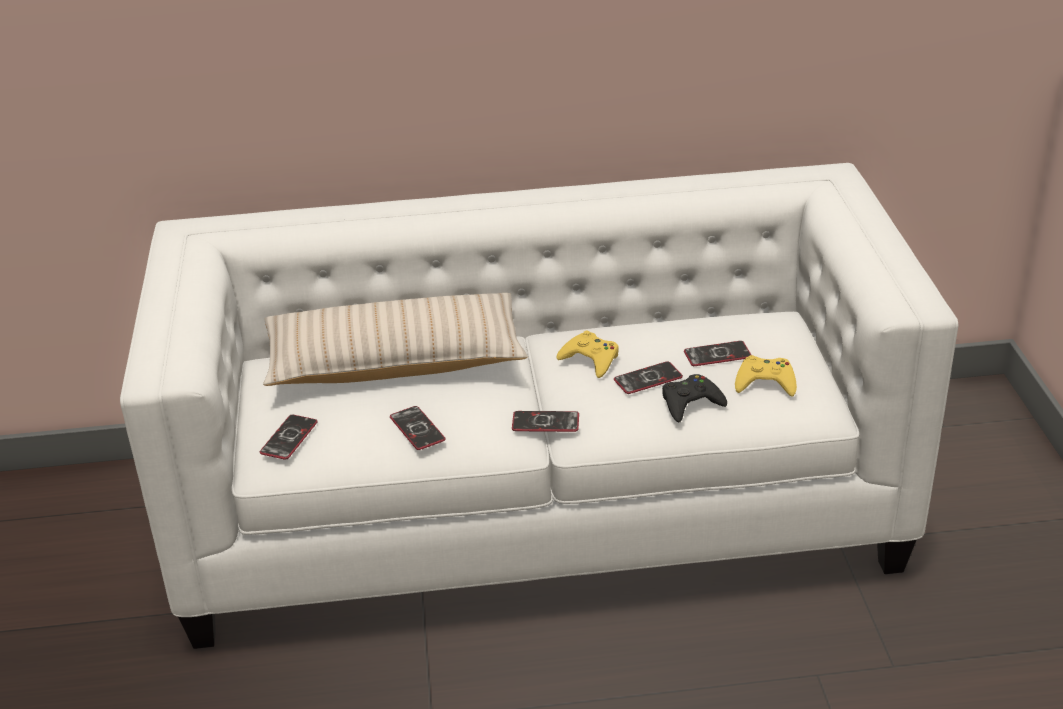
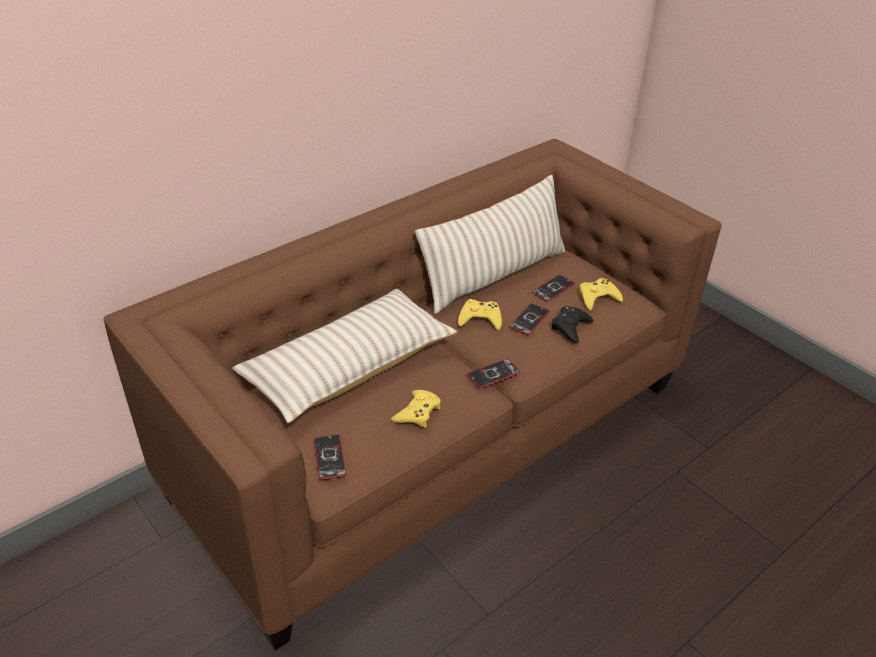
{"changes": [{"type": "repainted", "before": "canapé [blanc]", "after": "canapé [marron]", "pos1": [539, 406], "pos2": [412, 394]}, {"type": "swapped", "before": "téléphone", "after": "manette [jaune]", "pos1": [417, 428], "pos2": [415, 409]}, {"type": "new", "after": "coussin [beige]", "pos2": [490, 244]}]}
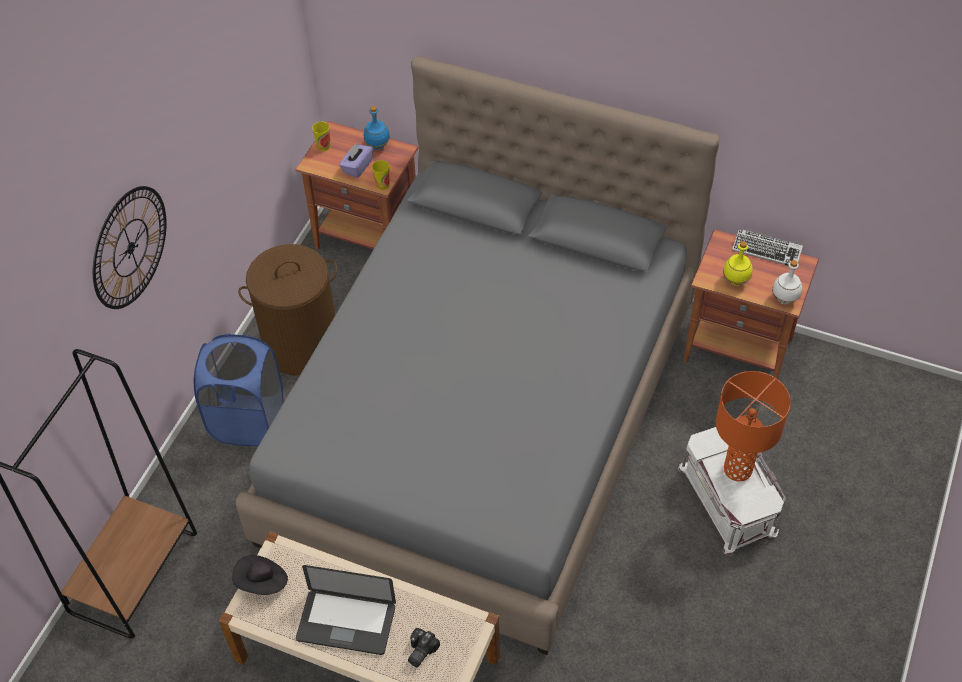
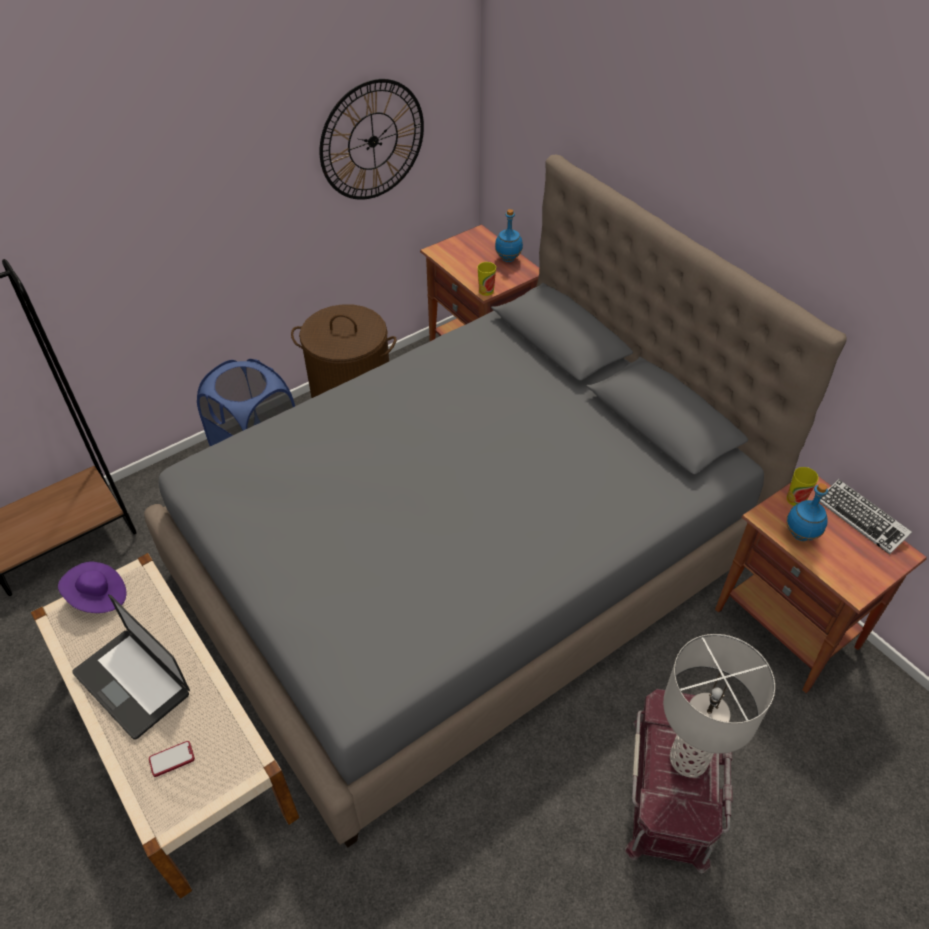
{"changes": [{"type": "shifted", "before": "tasse", "pos1": [321, 136], "pos2": [803, 486]}, {"type": "gone", "before": "boîte à mouchoirs [violet]", "pos1": [356, 161]}, {"type": "shifted", "before": "horloge murale", "pos1": [130, 247], "pos2": [372, 139]}, {"type": "repainted", "before": "bouteille [jaune]", "after": "bouteille [bleu]", "pos1": [738, 263], "pos2": [807, 512]}, {"type": "gone", "before": "bouteille [blanc]", "pos1": [787, 282]}, {"type": "repainted", "before": "lampe de table [orange]", "after": "lampe de table [blanc]", "pos1": [753, 426], "pos2": [719, 706]}, {"type": "repainted", "before": "boîte de rangement [blanc]", "after": "boîte de rangement [rouge]", "pos1": [732, 491], "pos2": [679, 781]}, {"type": "repainted", "before": "chapeau [noir]", "after": "chapeau [violet]", "pos1": [260, 575], "pos2": [92, 587]}, {"type": "swapped", "before": "appareil photo", "after": "téléphone", "pos1": [424, 647], "pos2": [172, 759]}]}
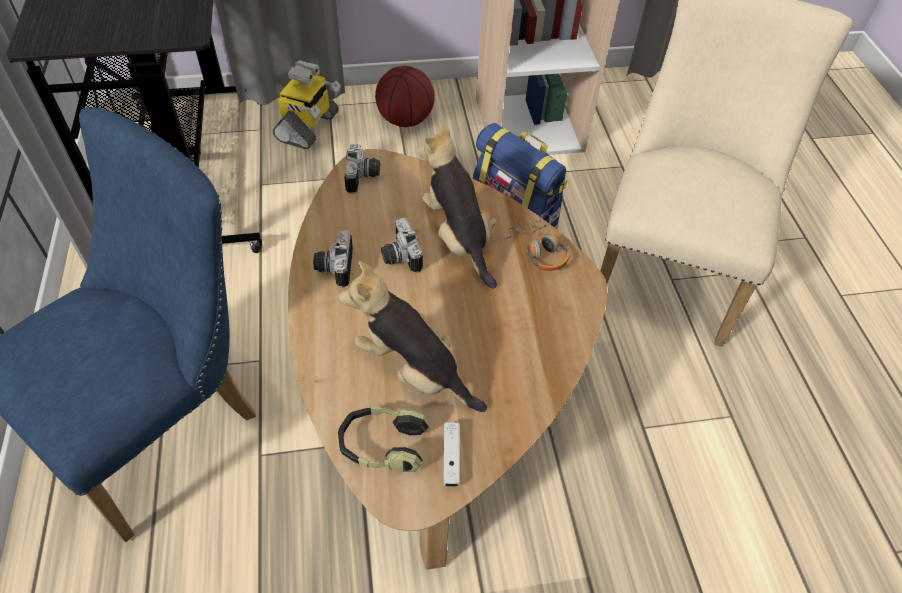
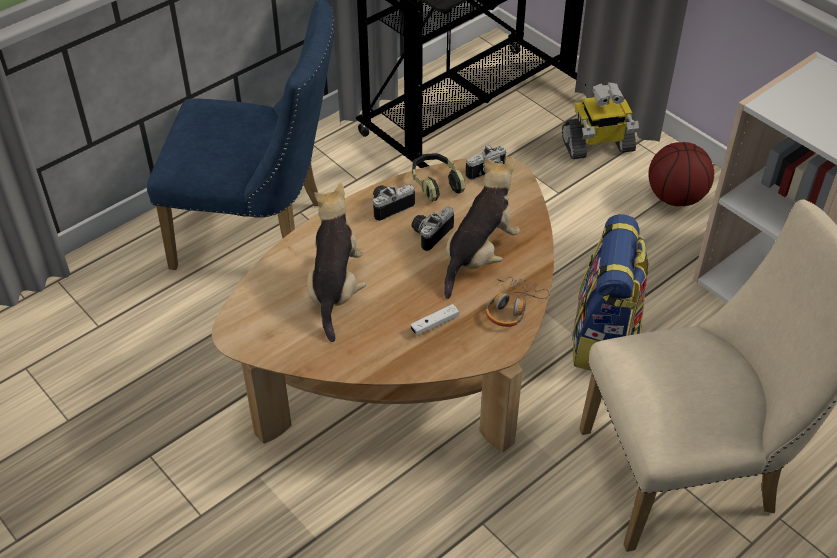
{"changes": [{"type": "shifted", "before": "casque audio", "pos1": [383, 439], "pos2": [438, 177]}, {"type": "shifted", "before": "manette [blanc]", "pos1": [451, 454], "pos2": [434, 319]}]}
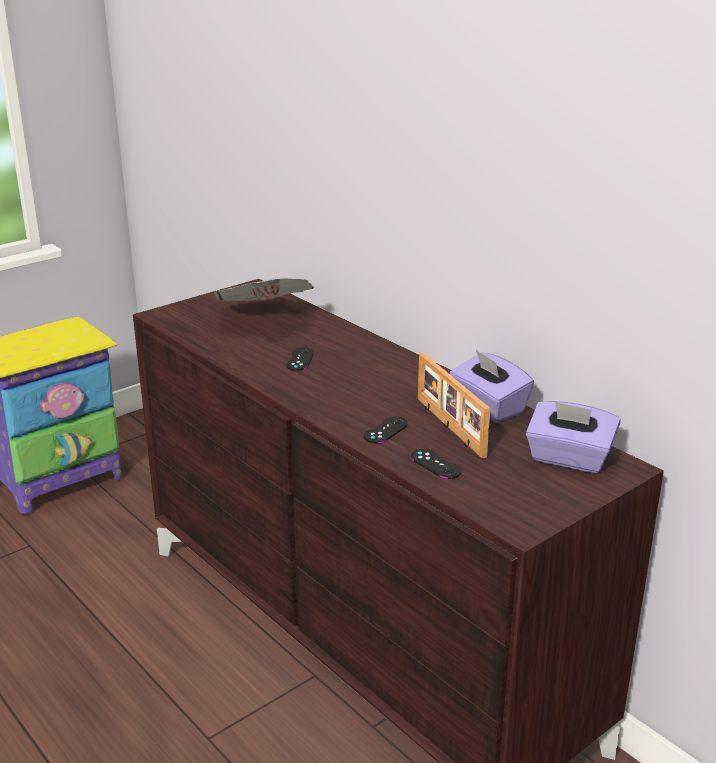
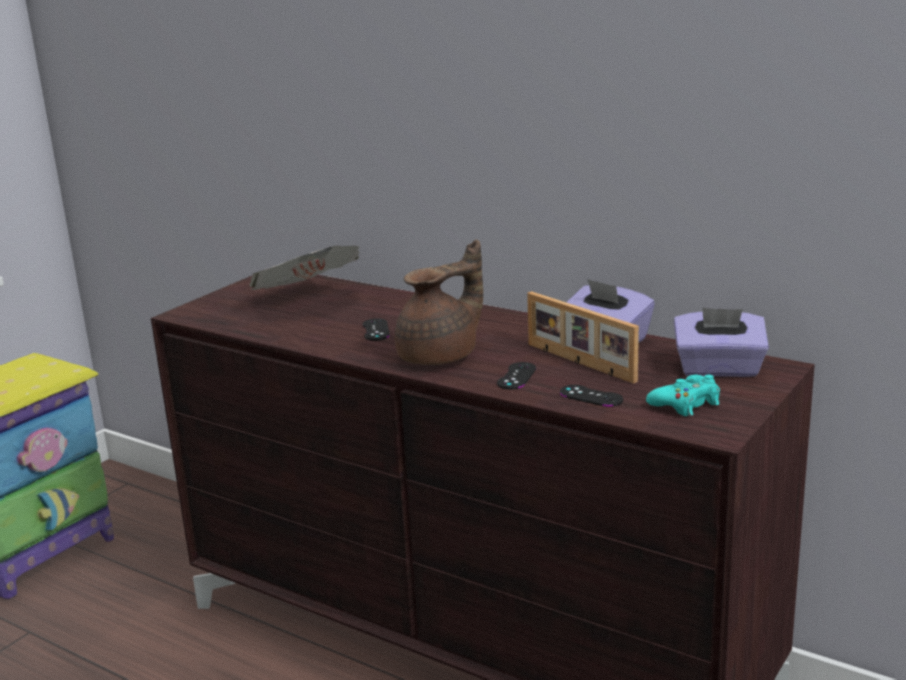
{"changes": [{"type": "new", "after": "théière [marron]", "pos2": [439, 302]}, {"type": "new", "after": "manette [turquoise]", "pos2": [683, 395]}]}
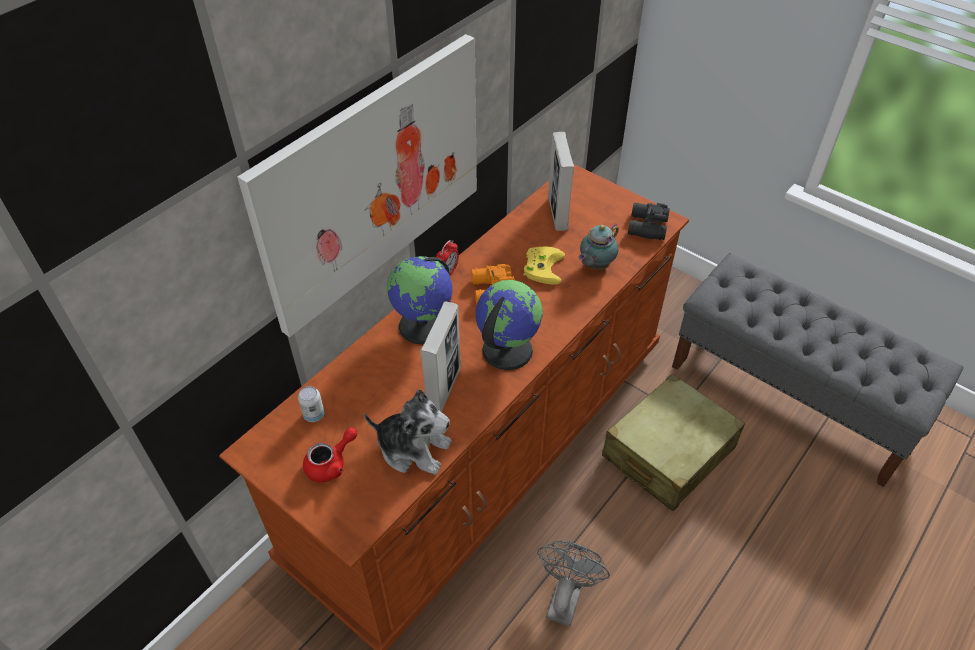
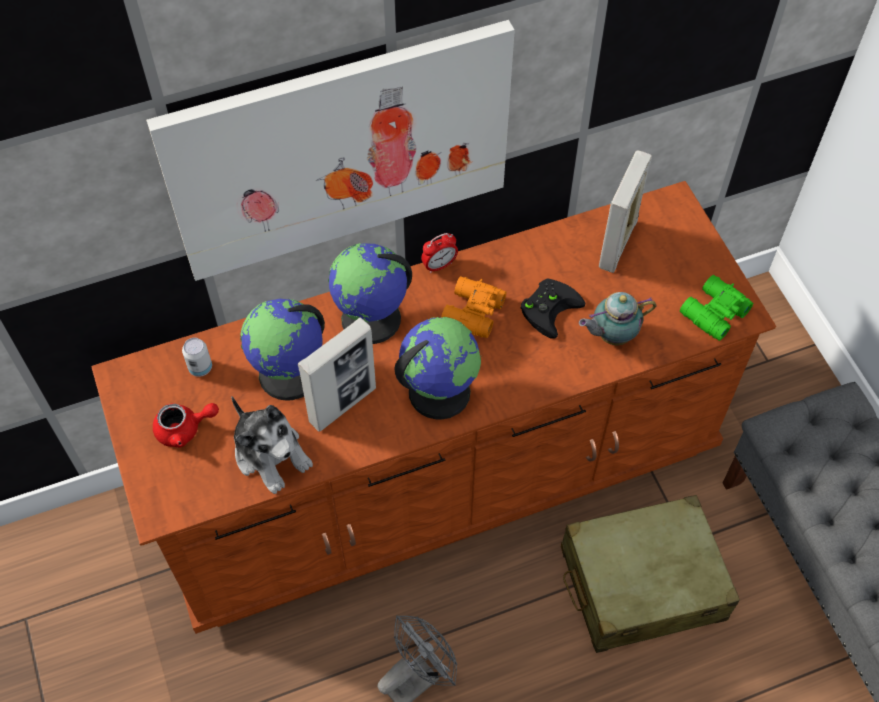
{"changes": [{"type": "repainted", "before": "jumelles [noir]", "after": "jumelles [vert]", "pos1": [649, 221], "pos2": [716, 308]}, {"type": "repainted", "before": "manette [jaune]", "after": "manette [noir]", "pos1": [544, 266], "pos2": [553, 308]}, {"type": "new", "after": "globe", "pos2": [282, 350]}]}
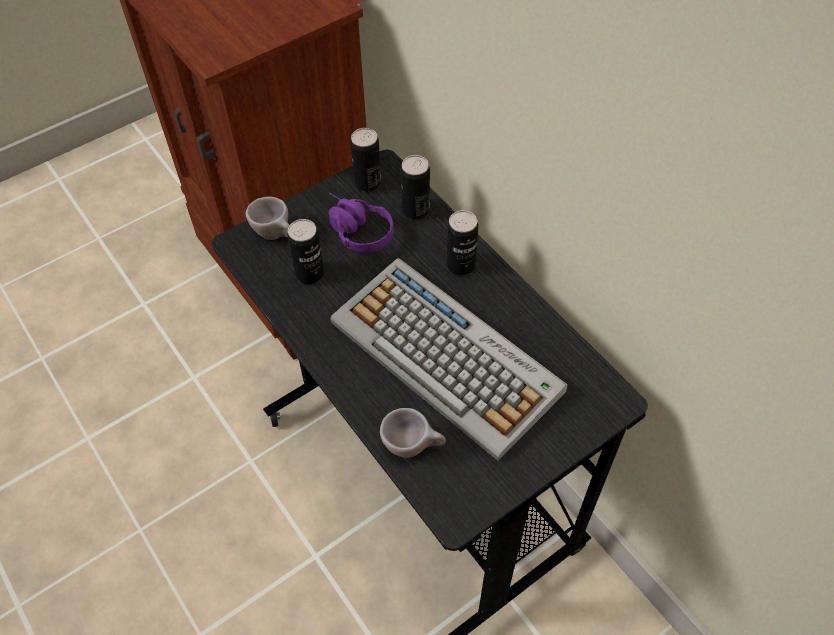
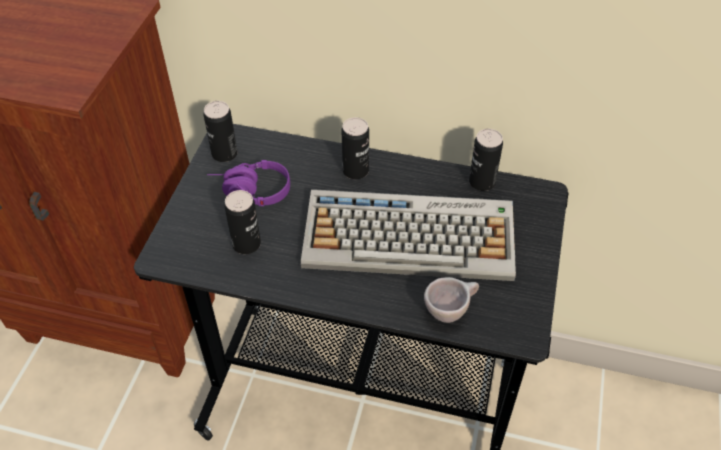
{"changes": [{"type": "shifted", "before": "boîte métallique", "pos1": [415, 187], "pos2": [486, 160]}, {"type": "gone", "before": "tasse [beige]", "pos1": [267, 218]}]}
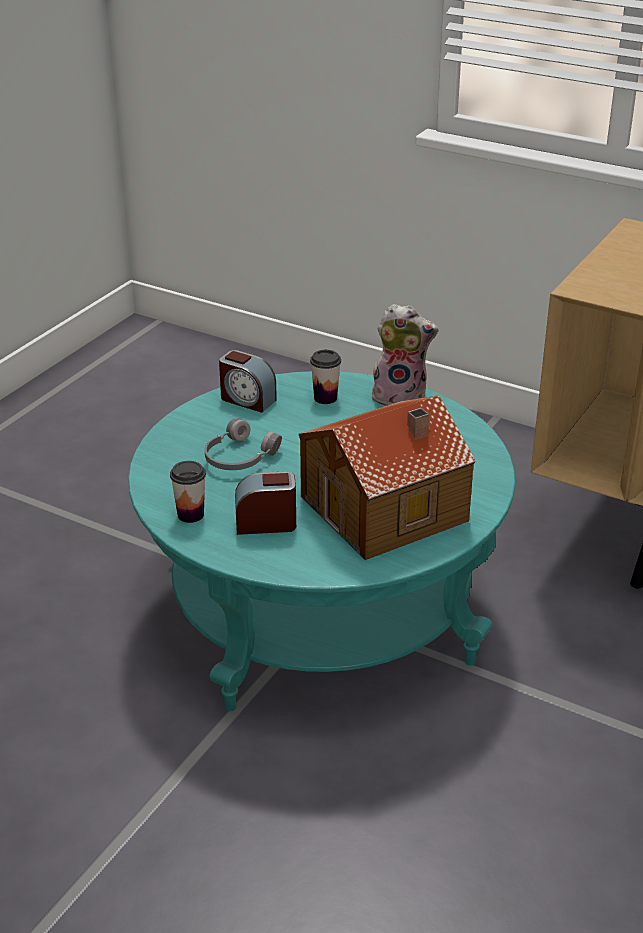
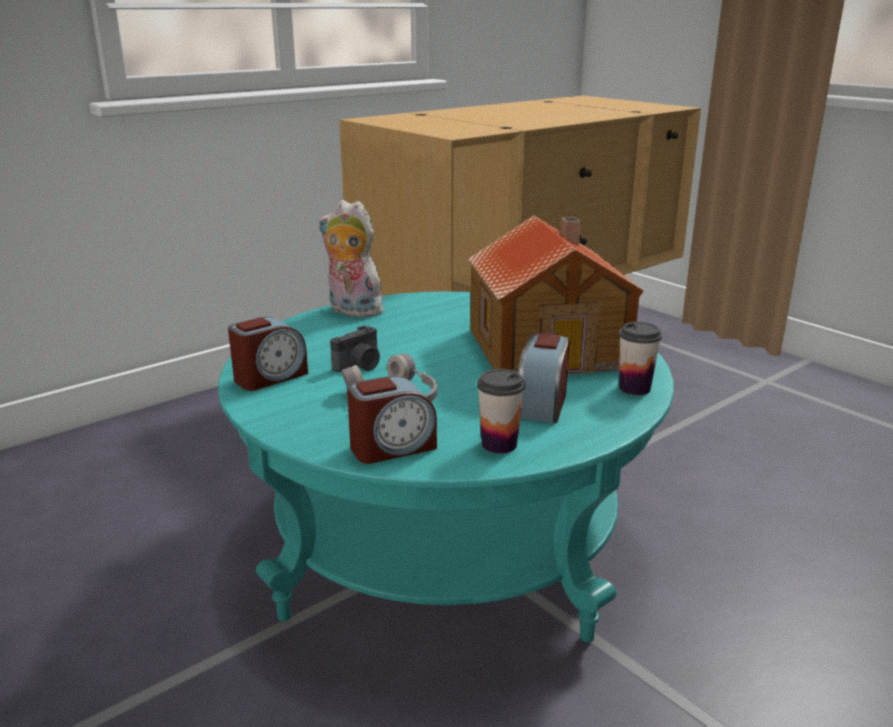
{"changes": [{"type": "rotated", "before": "peluche", "pos1": [404, 355], "pos2": [351, 258], "turn": -90}, {"type": "shifted", "before": "tasse", "pos1": [325, 377], "pos2": [640, 358]}, {"type": "new", "after": "appareil photo", "pos2": [355, 348]}, {"type": "new", "after": "réveil", "pos2": [392, 420]}]}
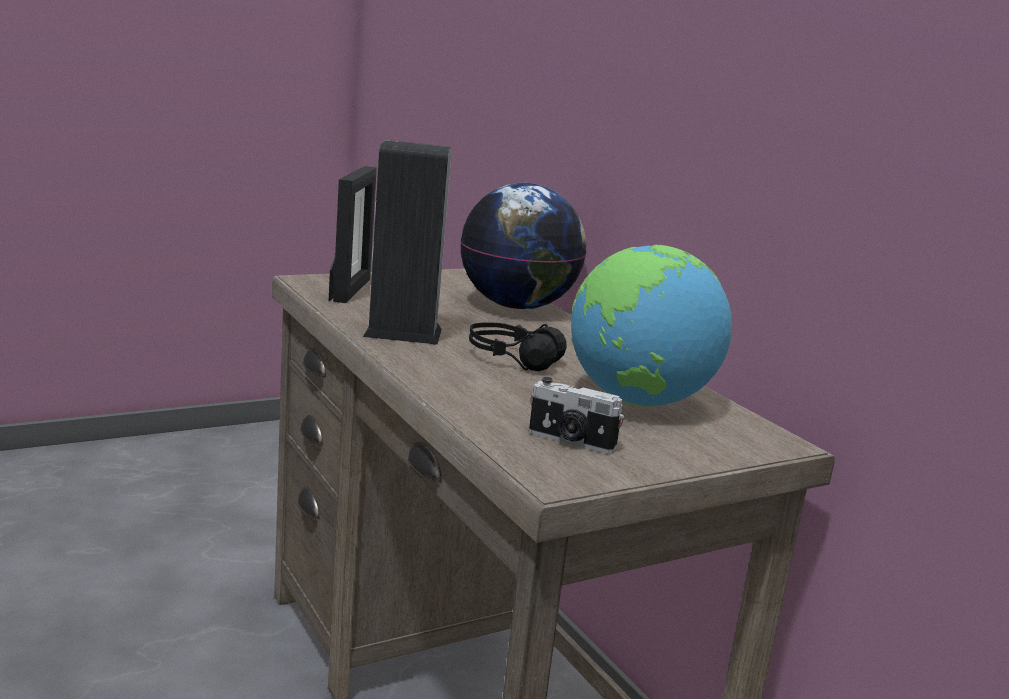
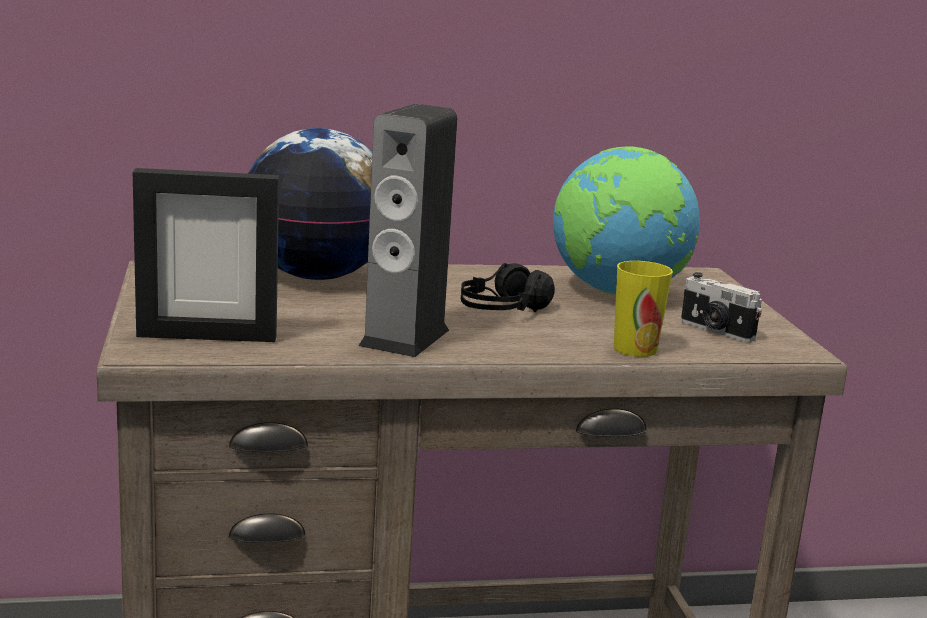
{"changes": [{"type": "rotated", "before": "cadre photo", "pos1": [353, 234], "pos2": [206, 255], "turn": 150}, {"type": "rotated", "before": "appareil photo", "pos1": [576, 415], "pos2": [721, 307], "turn": 90}, {"type": "new", "after": "tasse", "pos2": [643, 309]}]}
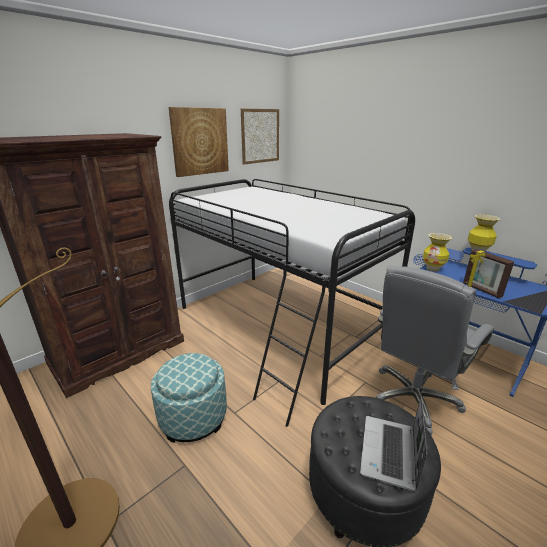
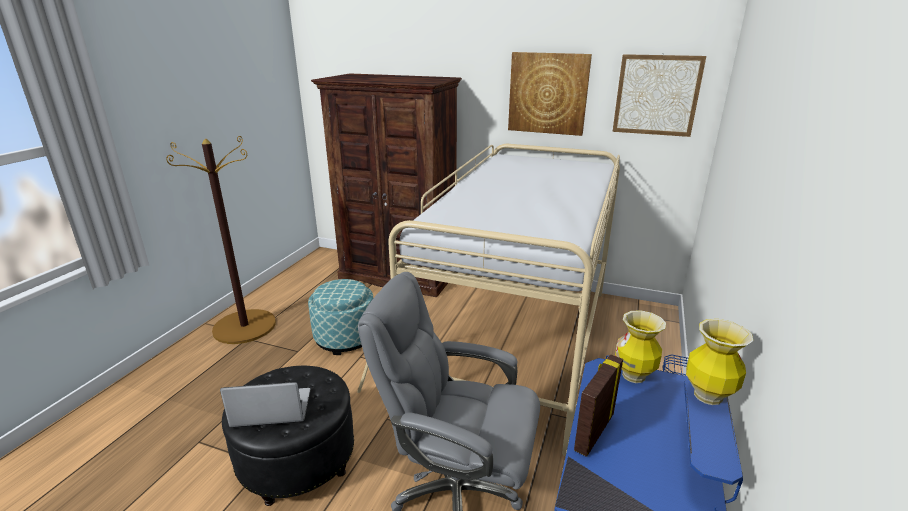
{"changes": [{"type": "repainted", "before": "lit [noir]", "after": "lit [beige]", "pos1": [292, 303], "pos2": [488, 300]}]}
